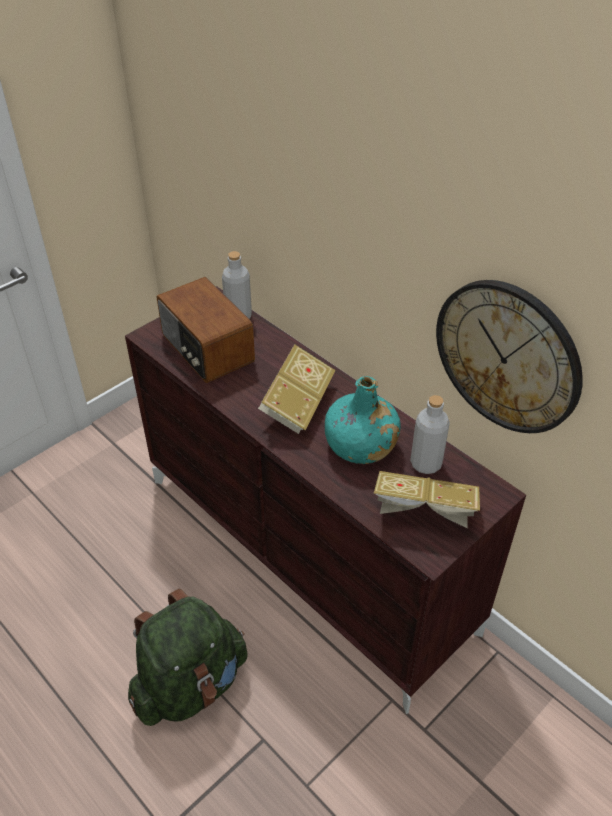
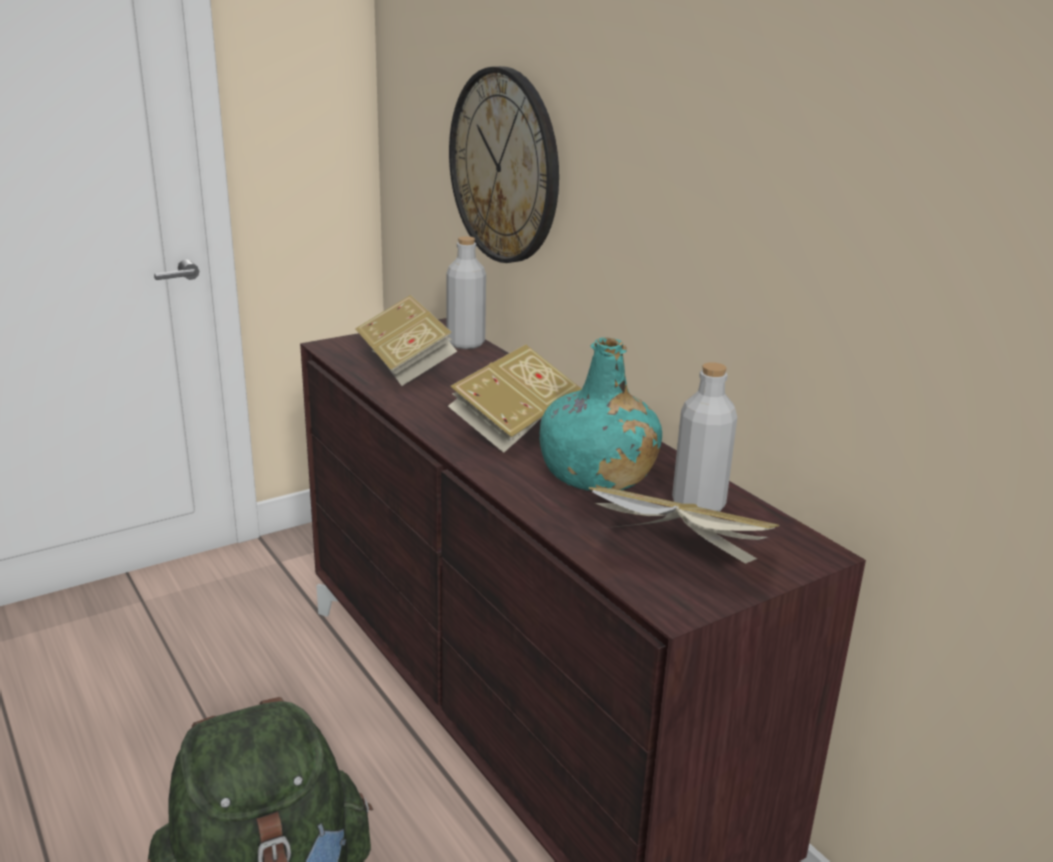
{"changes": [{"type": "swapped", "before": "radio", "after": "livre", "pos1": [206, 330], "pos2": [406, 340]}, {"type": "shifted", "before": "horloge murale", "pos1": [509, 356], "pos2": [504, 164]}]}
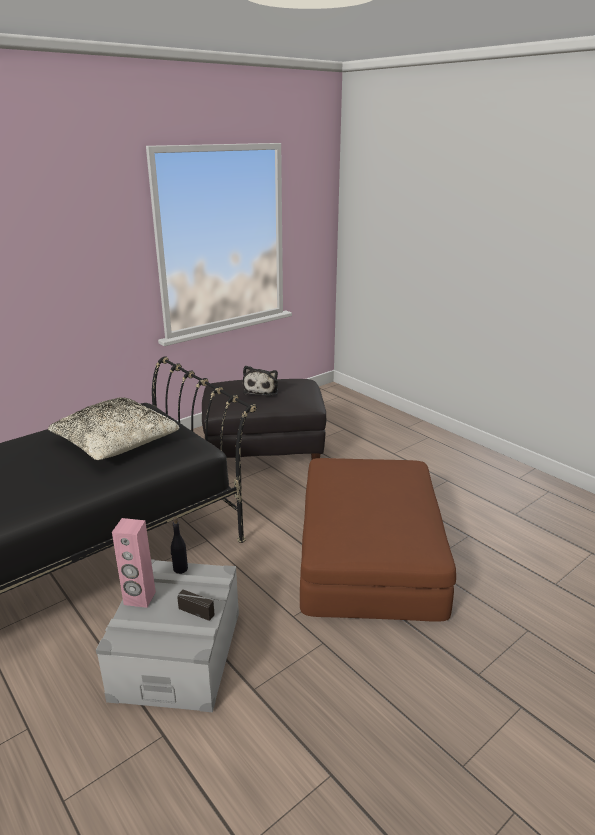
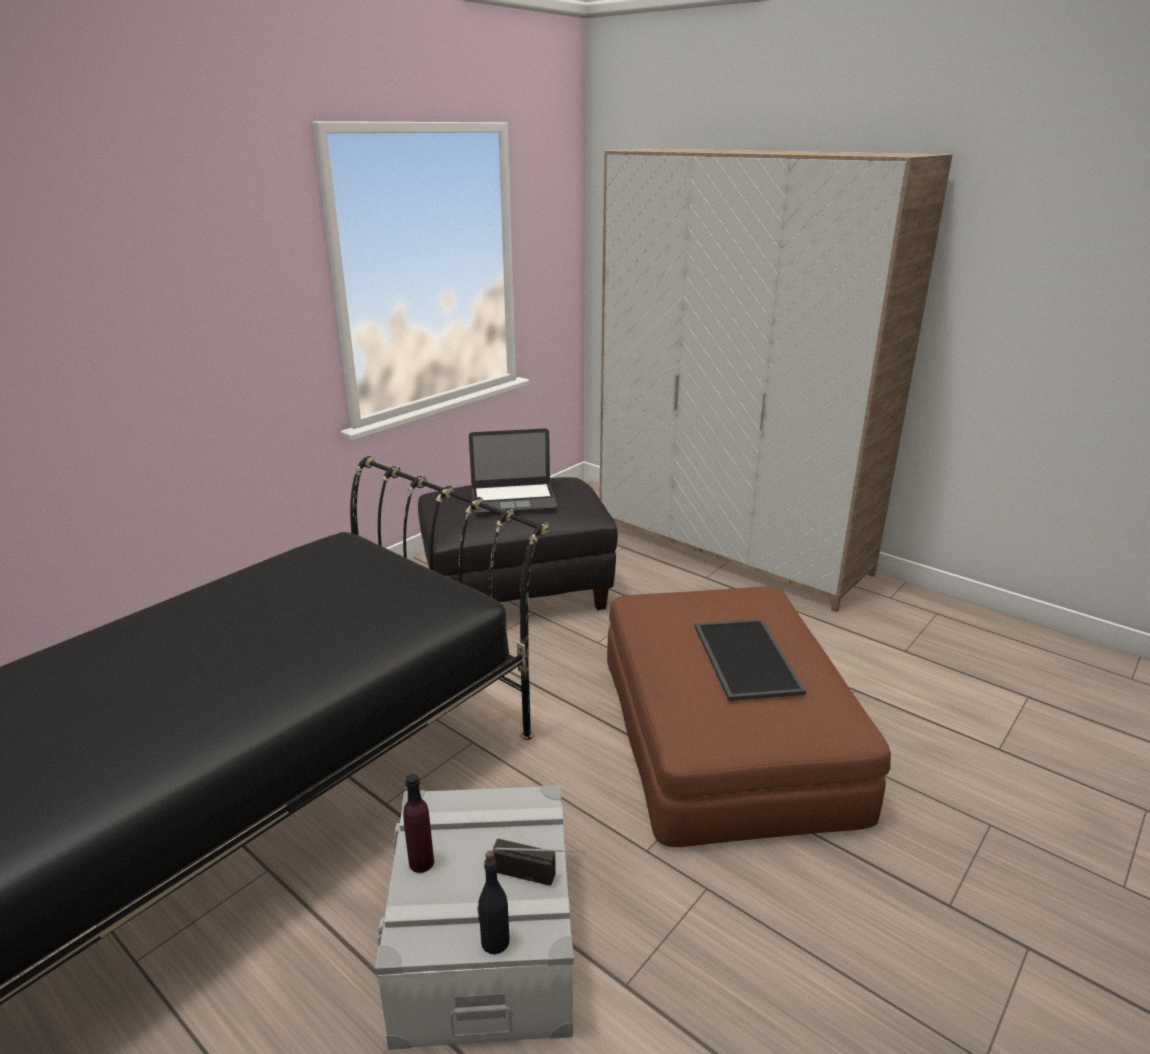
{"changes": [{"type": "swapped", "before": "peluche", "after": "ordinateur portable", "pos1": [260, 381], "pos2": [513, 471]}, {"type": "gone", "before": "coussin [beige]", "pos1": [113, 428]}, {"type": "shifted", "before": "bouteille [noir]", "pos1": [179, 545], "pos2": [494, 902]}, {"type": "swapped", "before": "enceinte [rose]", "after": "bouteille [violet]", "pos1": [134, 563], "pos2": [418, 823]}, {"type": "new", "after": "armoire [blanc]", "pos2": [776, 380]}, {"type": "new", "after": "plateau", "pos2": [750, 660]}]}
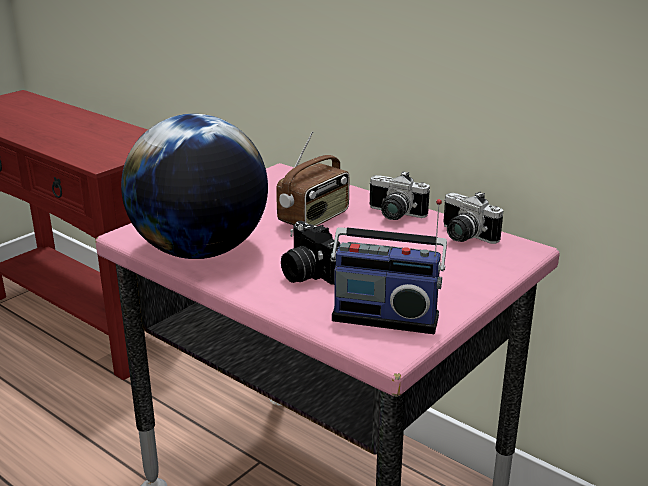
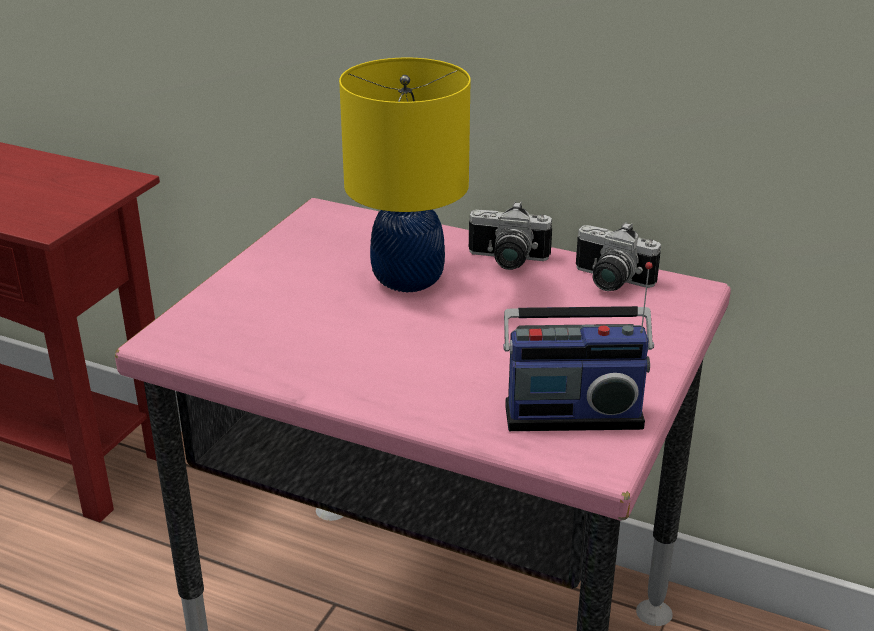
{"changes": [{"type": "gone", "before": "globe", "pos1": [194, 186]}, {"type": "swapped", "before": "radio", "after": "lampe de table [jaune]", "pos1": [312, 178], "pos2": [405, 175]}, {"type": "gone", "before": "appareil photo", "pos1": [311, 253]}]}
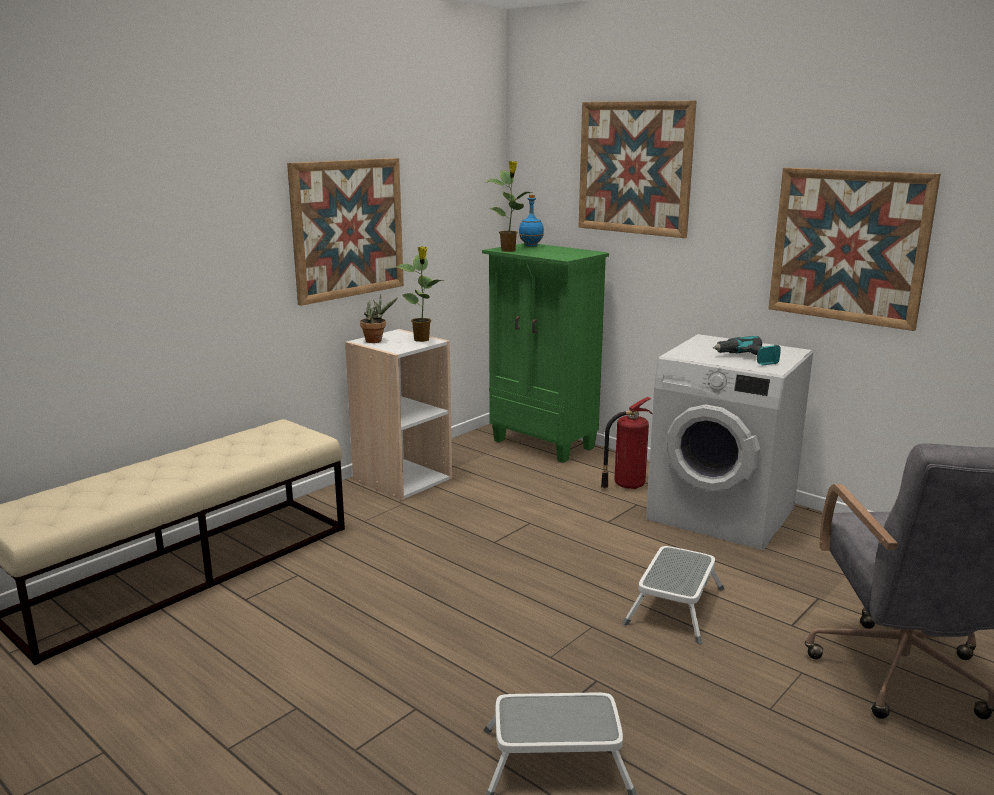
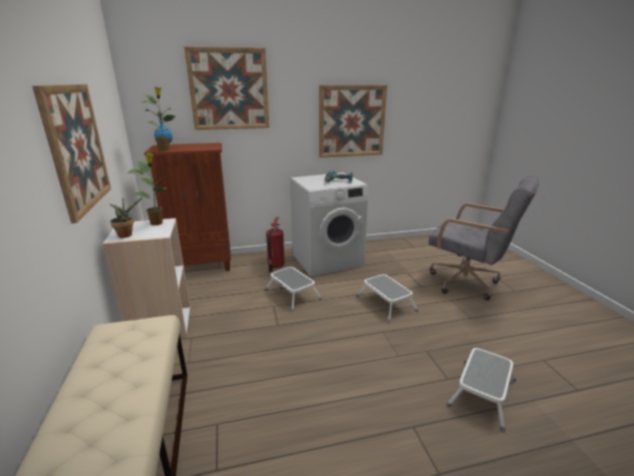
{"changes": [{"type": "repainted", "before": "meuble de rangement [vert]", "after": "meuble de rangement [marron]", "pos1": [545, 353], "pos2": [187, 207]}, {"type": "new", "after": "escabeau [gris]", "pos2": [293, 289]}]}
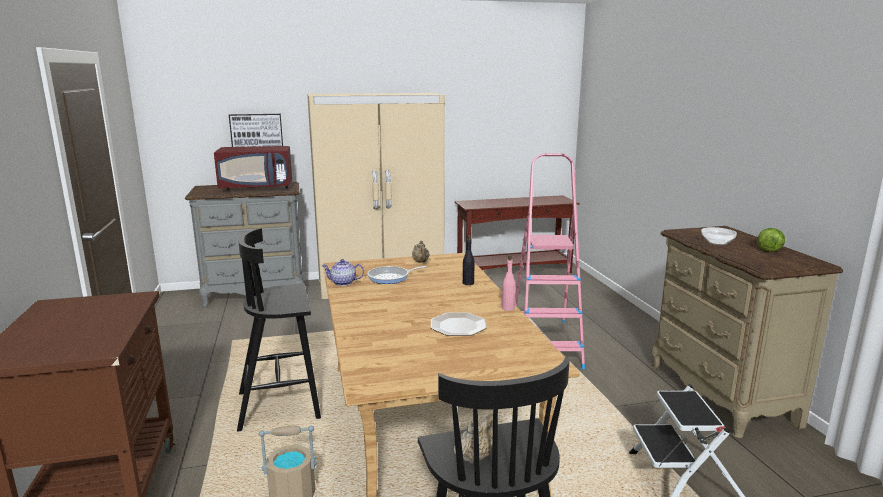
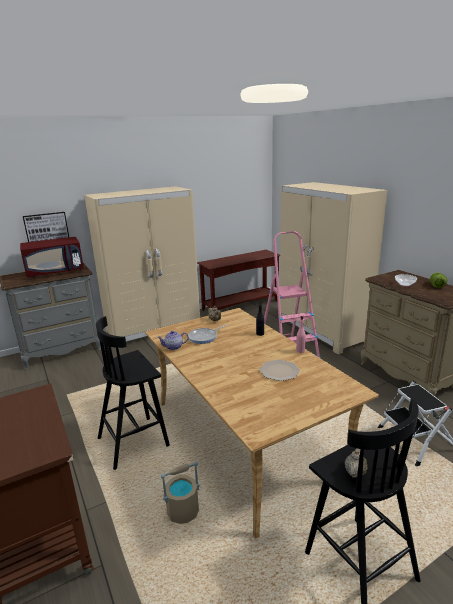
{"changes": [{"type": "new", "after": "meuble de rangement [beige]", "pos2": [333, 268]}]}
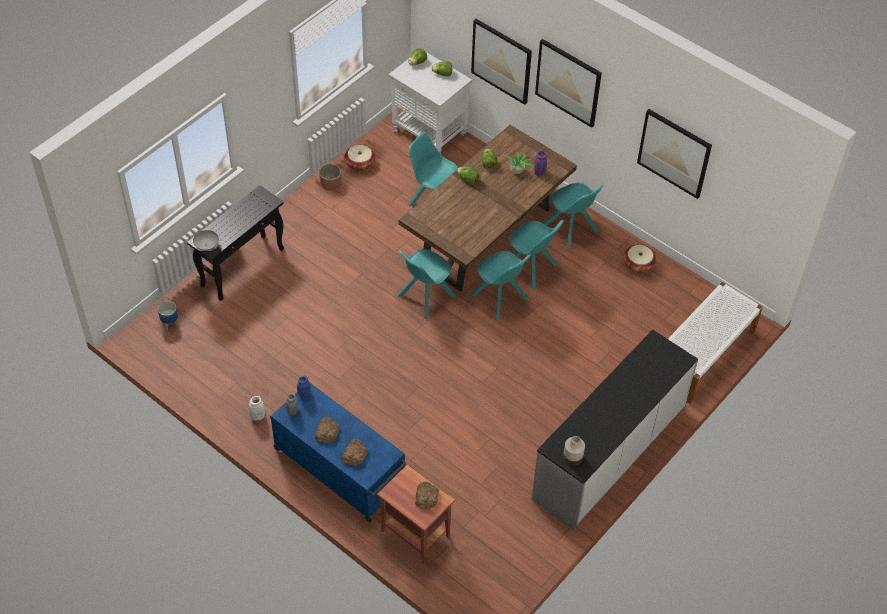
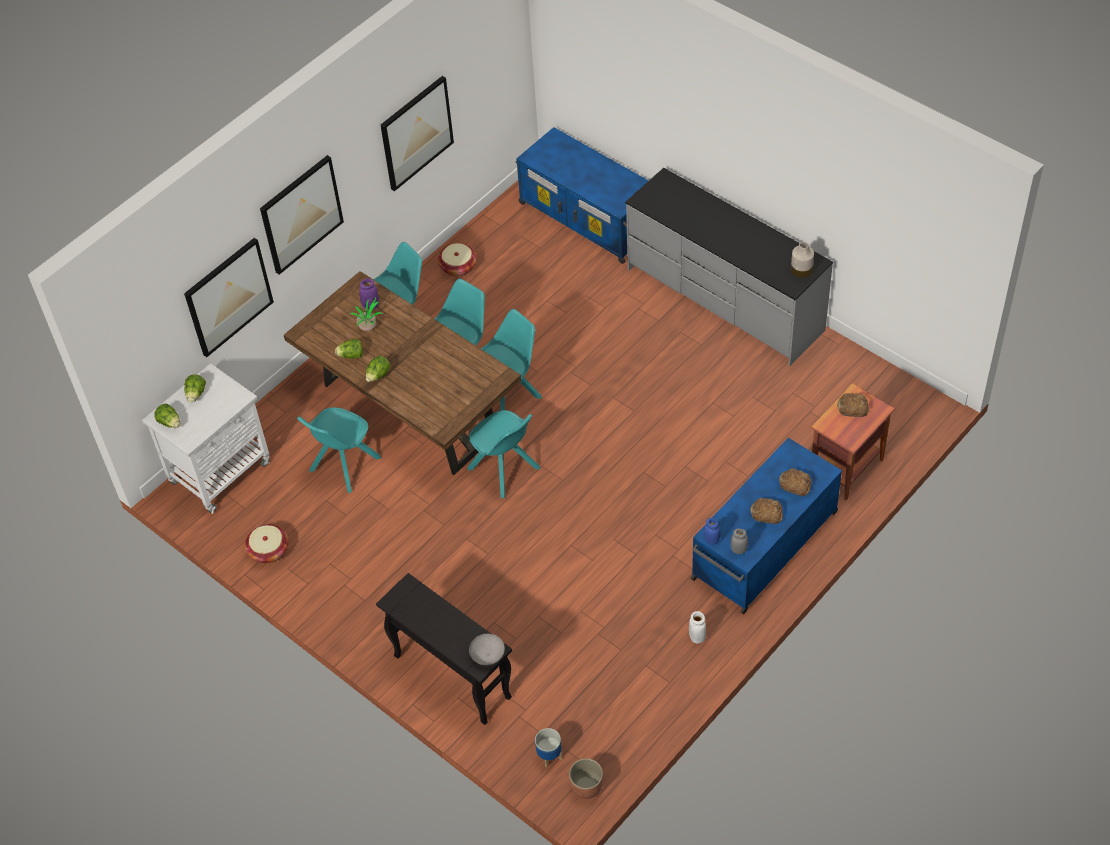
{"changes": [{"type": "shifted", "before": "cache-pot", "pos1": [330, 177], "pos2": [586, 778]}, {"type": "swapped", "before": "banc [blanc]", "after": "meuble de rangement [bleu]", "pos1": [715, 343], "pos2": [582, 195]}]}
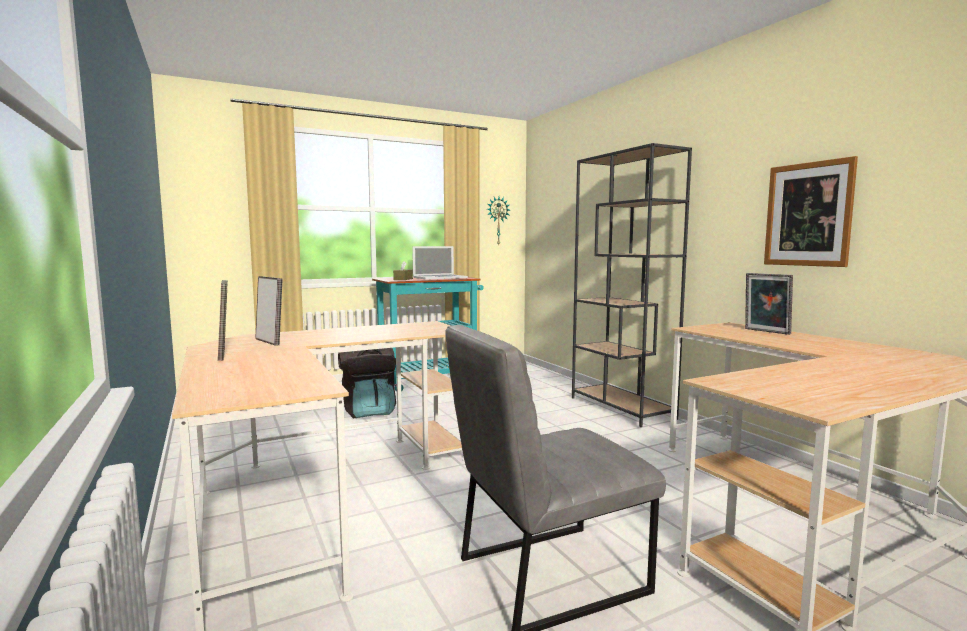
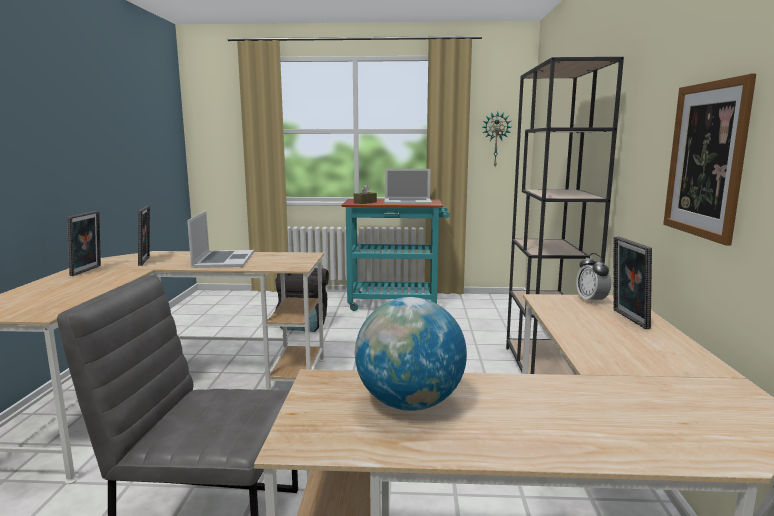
{"changes": [{"type": "new", "after": "ordinateur portable", "pos2": [220, 239]}, {"type": "new", "after": "réveil", "pos2": [593, 278]}, {"type": "new", "after": "globe", "pos2": [411, 354]}]}
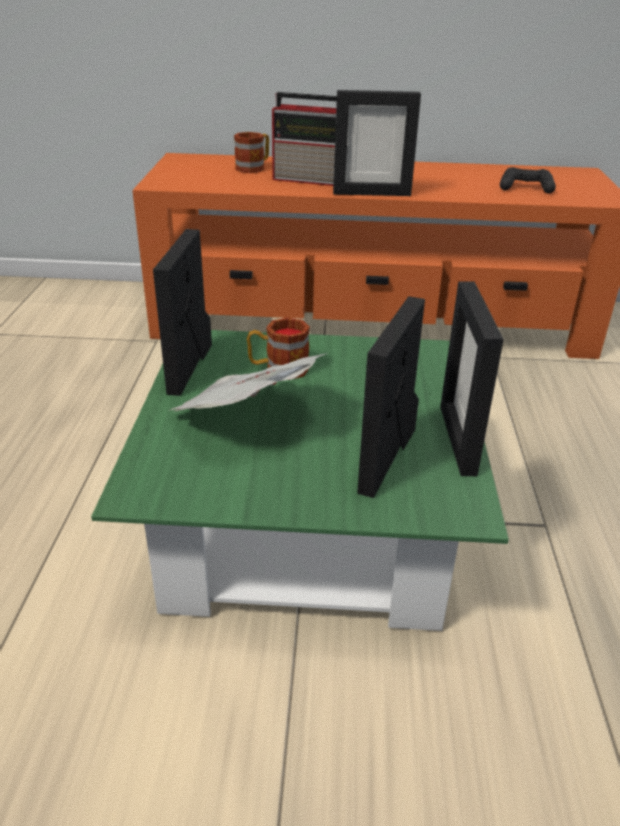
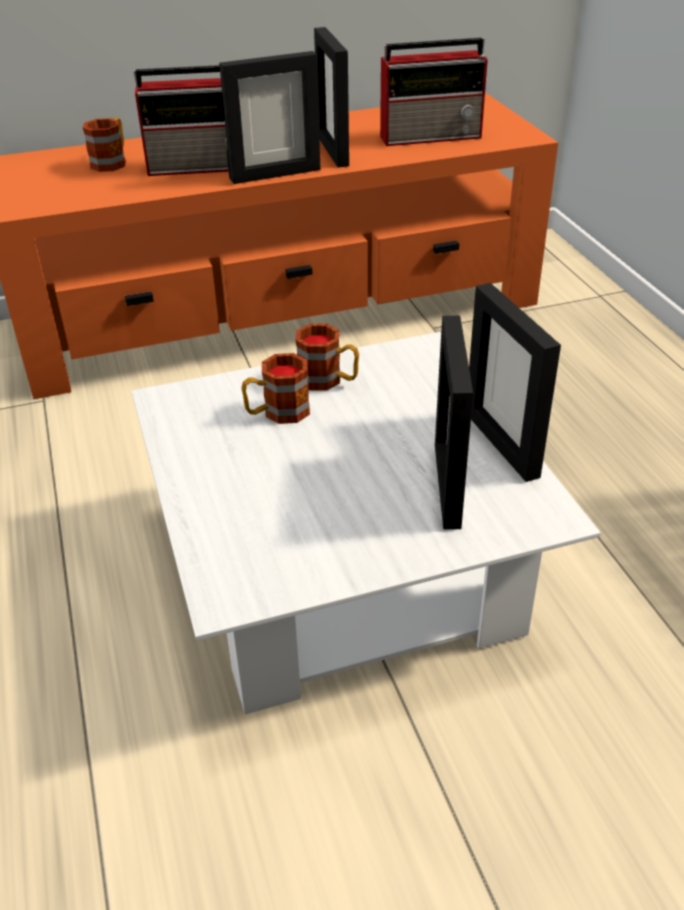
{"changes": [{"type": "swapped", "before": "manette [noir]", "after": "radio", "pos1": [528, 180], "pos2": [434, 92]}, {"type": "shifted", "before": "cadre photo", "pos1": [182, 312], "pos2": [331, 97]}, {"type": "repainted", "before": "table basse [vert]", "after": "table basse [blanc]", "pos1": [300, 480], "pos2": [366, 523]}, {"type": "gone", "before": "journal", "pos1": [248, 382]}, {"type": "new", "after": "mug", "pos2": [327, 357]}]}
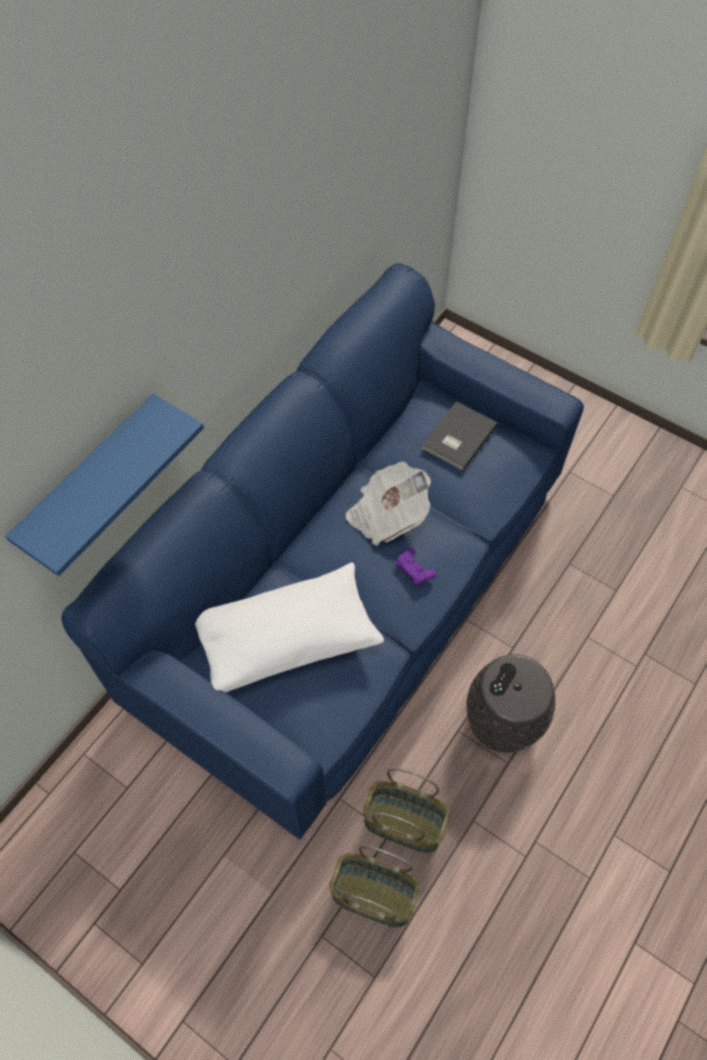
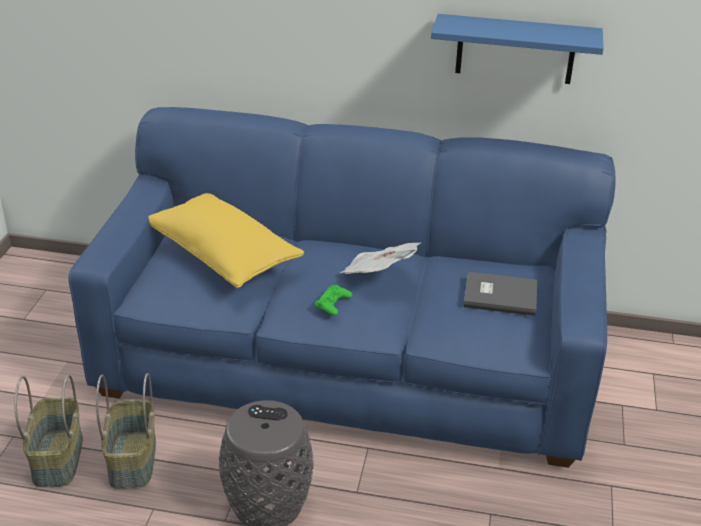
{"changes": [{"type": "shifted", "before": "étagère [bleu]", "pos1": [104, 485], "pos2": [517, 49]}, {"type": "repainted", "before": "manette [violet]", "after": "manette [vert]", "pos1": [416, 566], "pos2": [333, 300]}, {"type": "repainted", "before": "coussin [blanc]", "after": "coussin [jaune]", "pos1": [289, 627], "pos2": [226, 240]}]}
